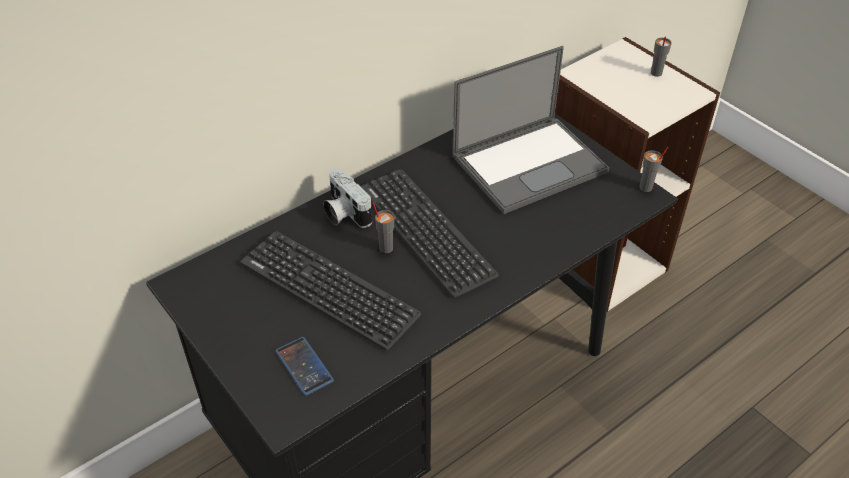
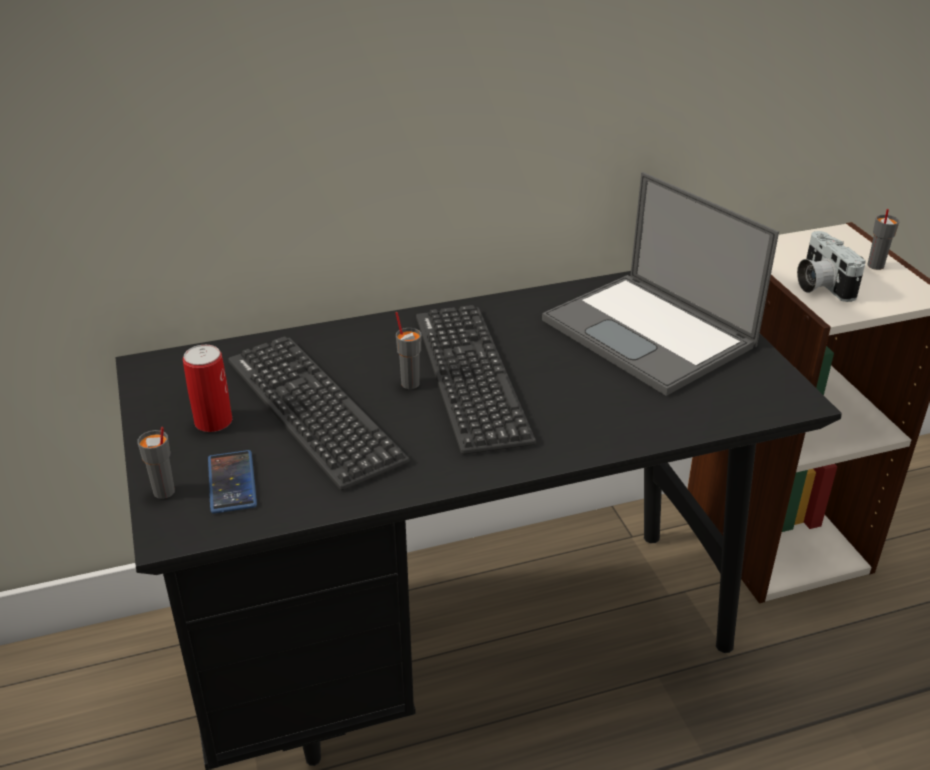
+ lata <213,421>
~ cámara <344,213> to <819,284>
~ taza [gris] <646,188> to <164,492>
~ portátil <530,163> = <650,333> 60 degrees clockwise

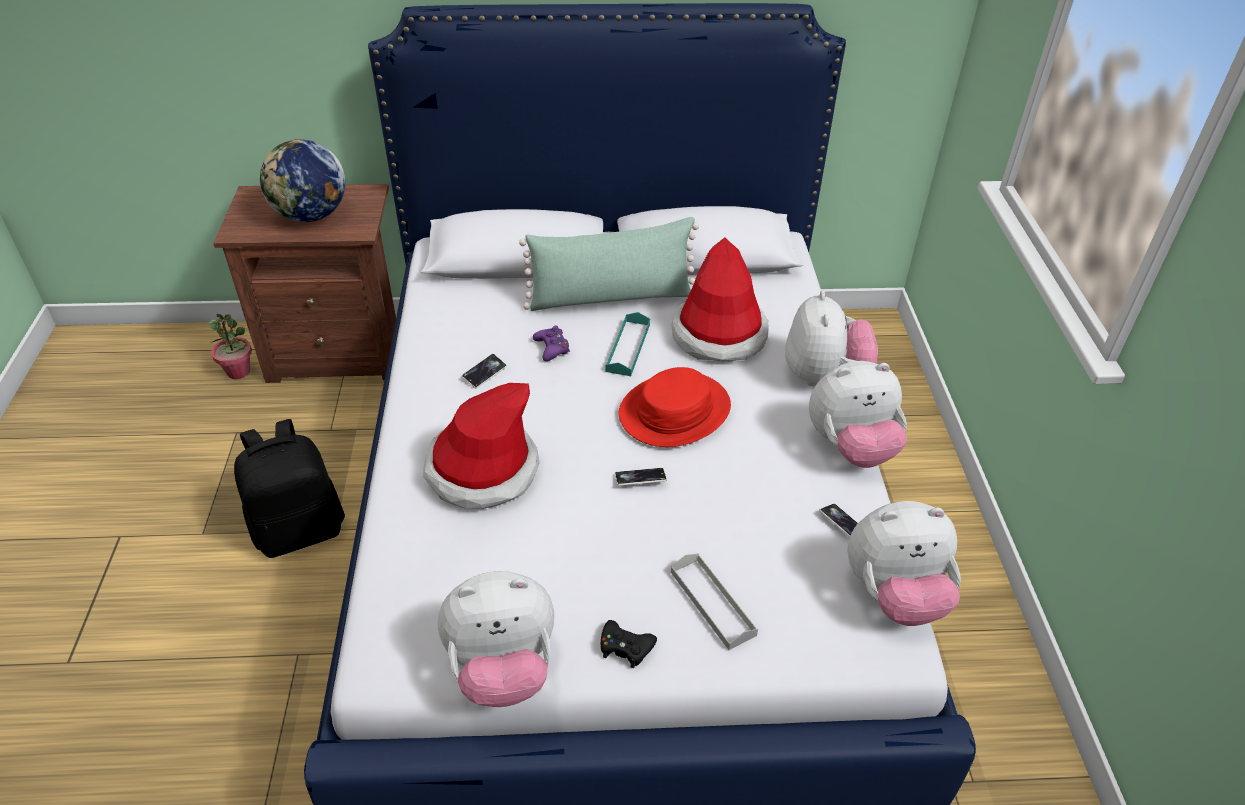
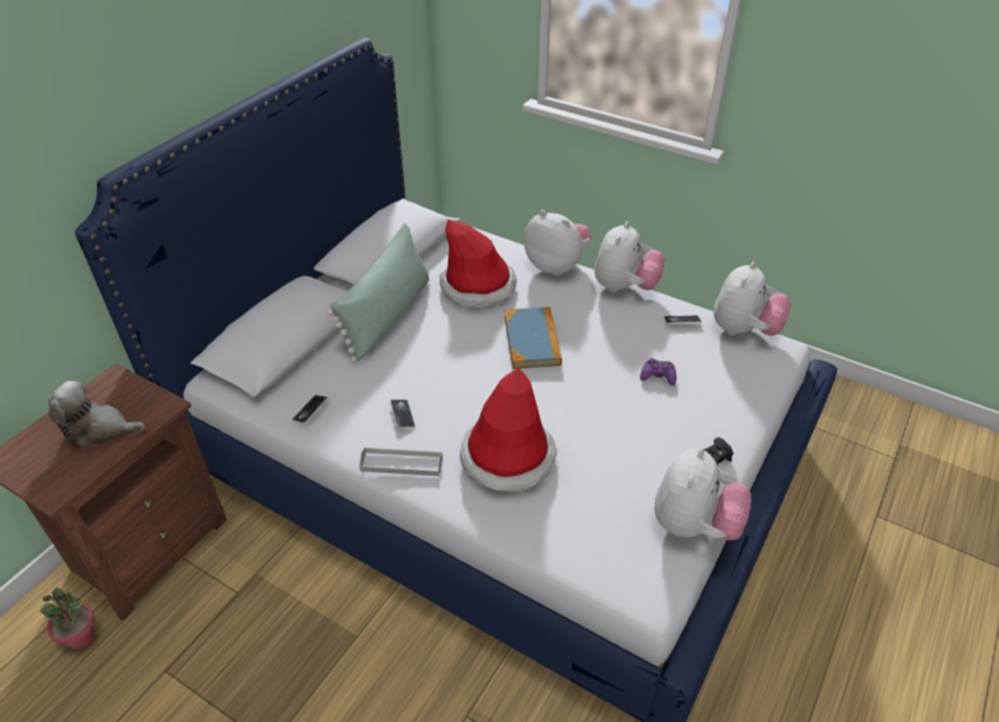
- mochila [negro] <300,529>
- bandeja [turquesa] <628,347>
~ mando de consola [morado] <552,348> to <658,376>
~ móvil <640,479> to <310,411>
~ bandeja [gris] <712,603> to <401,464>
~ globo terráqueo <311,216> to peluche <99,429>
~ sombrero [rojo] <675,411> to libro <532,340>

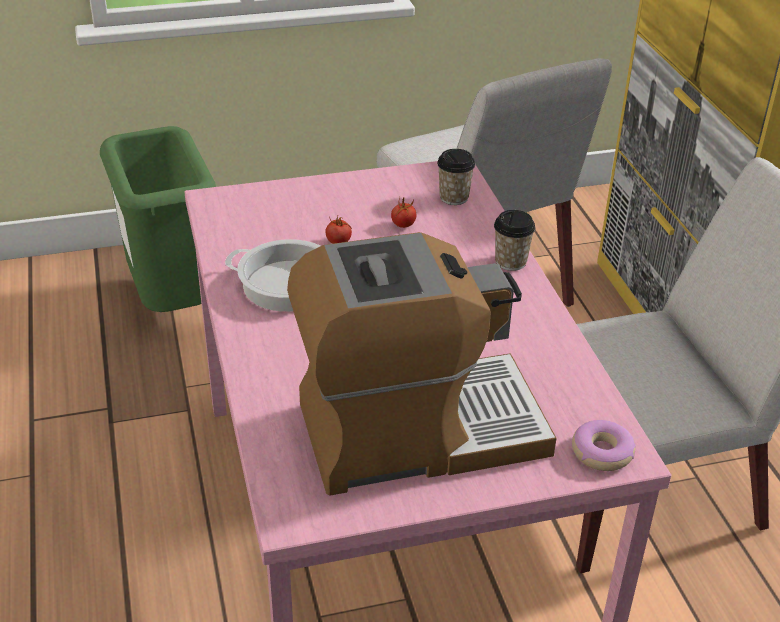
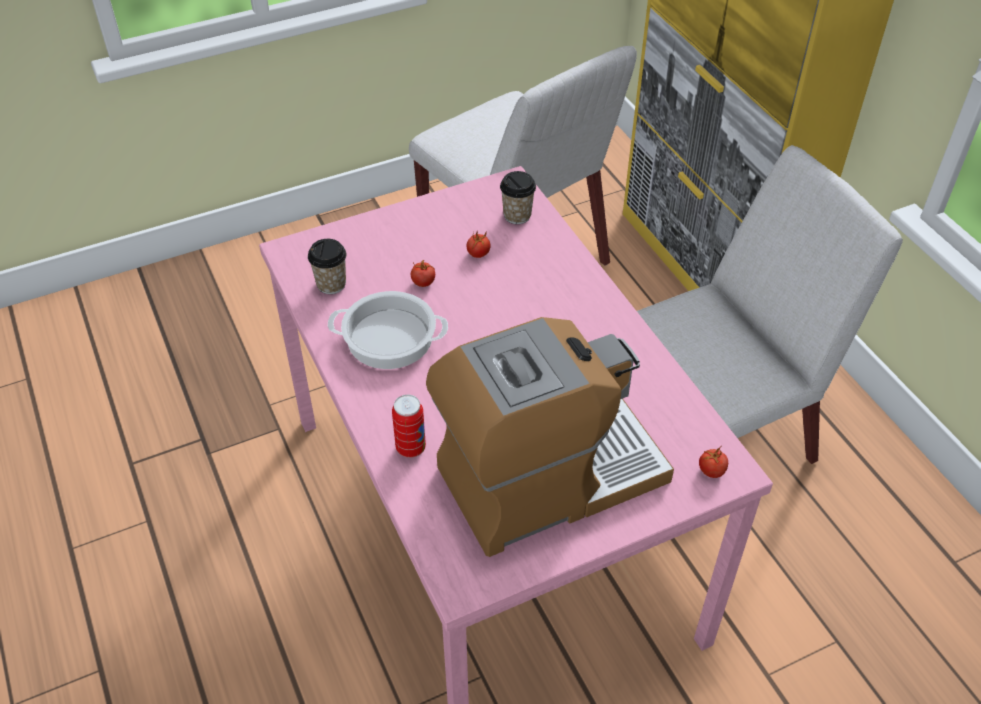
- papelera [verde] <172,305>
+ lata <410,448>
~ taza <510,262> to <331,284>
~ rosquilla <602,452> to tomate <711,471>

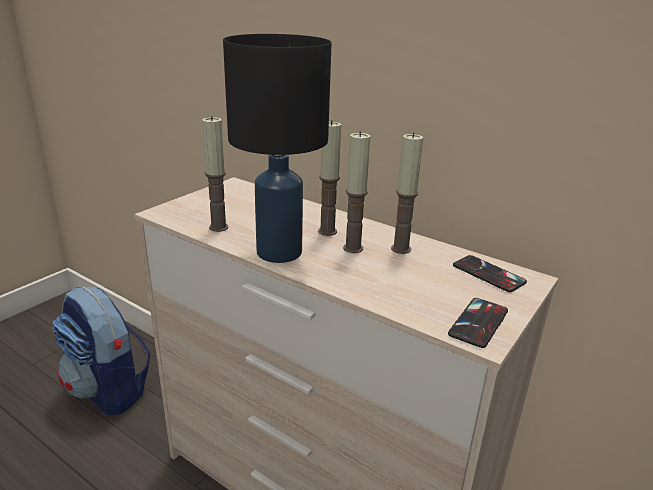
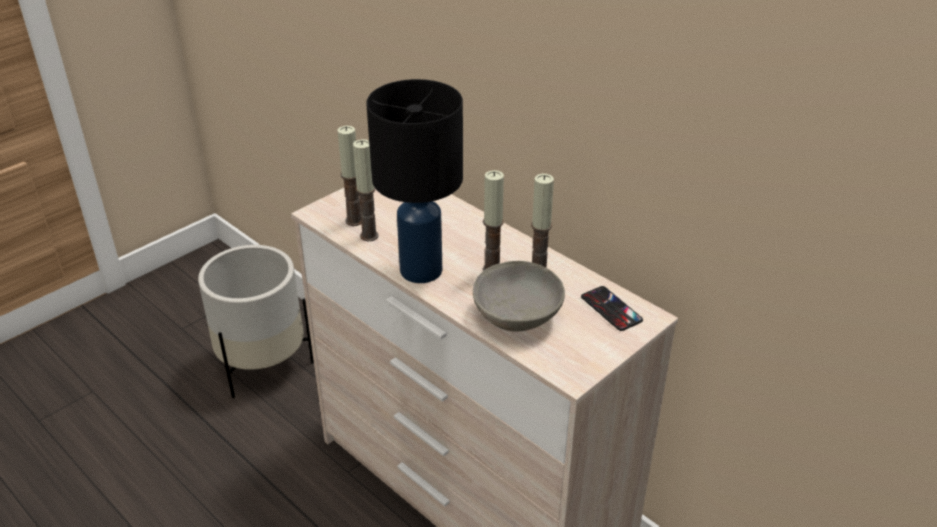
- móvil <478,322>
+ cuenco [gris] <518,316>
~ vela <327,231> to <354,221>
~ mochila <109,390> to maceta [blanco] <263,365>

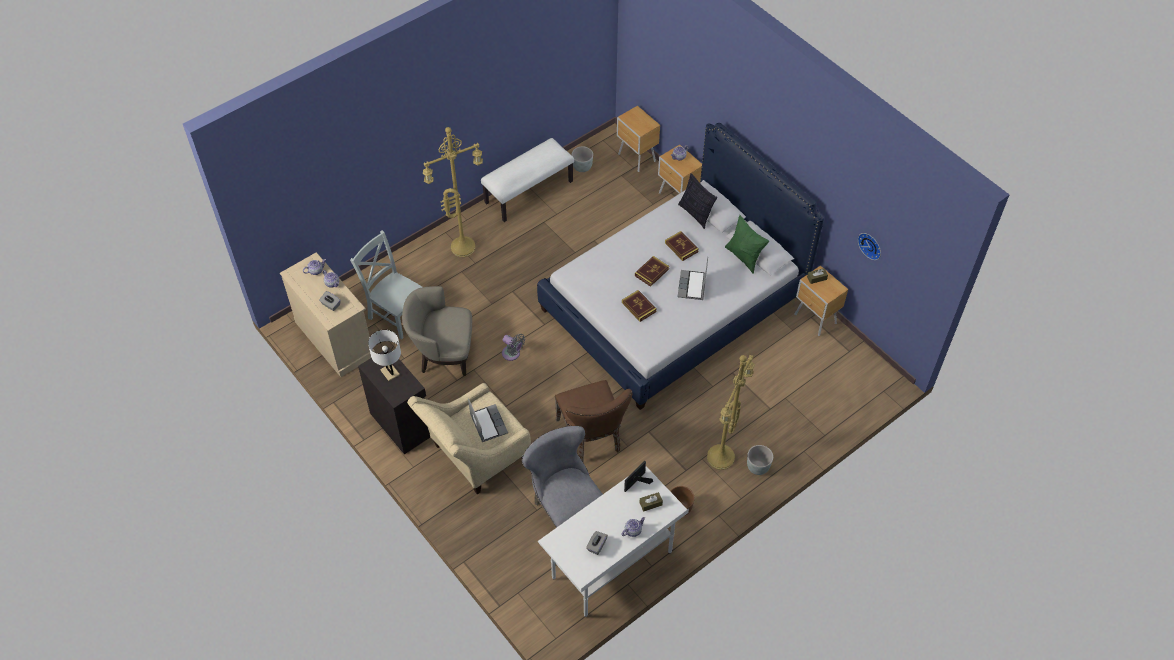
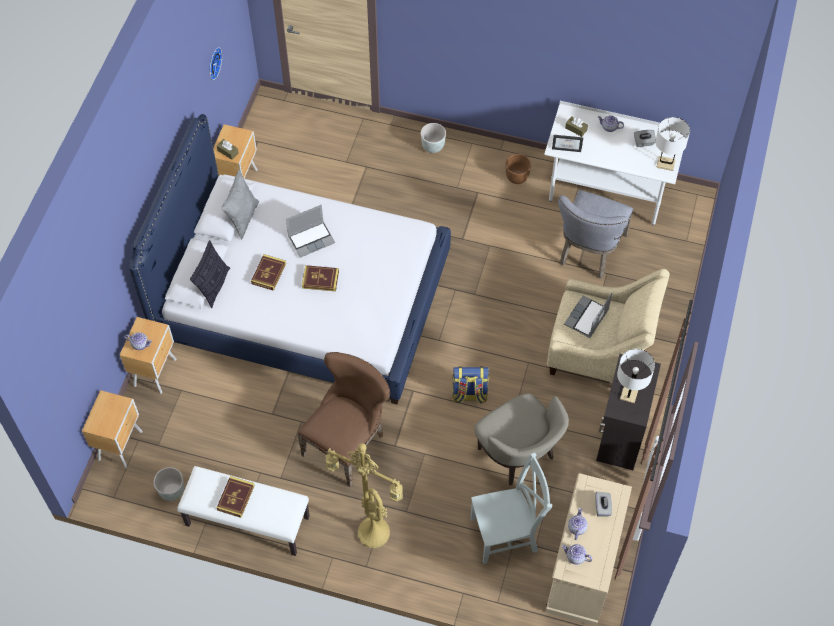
- lámpara de pie [amarillo] <722,459>
+ lámpara de mesa [blanco] <665,164>
~ silla [marrón] <592,438> to <348,442>
~ libro <639,307> to <235,498>
~ ventilador [gris] <512,354> to mochila <469,395>
~ cojín [verde] <744,257> to cojín [gris] <243,218>
~ silla [gris] <396,314> = <507,534> 105 degrees counterclockwise

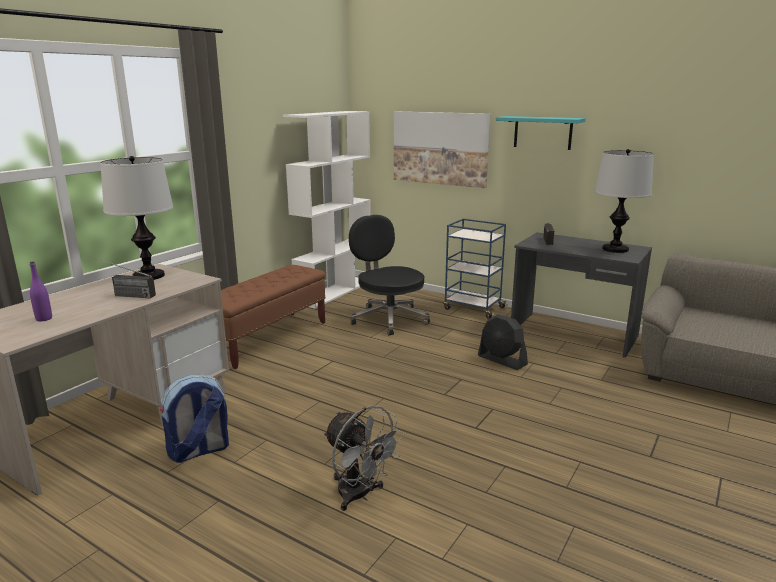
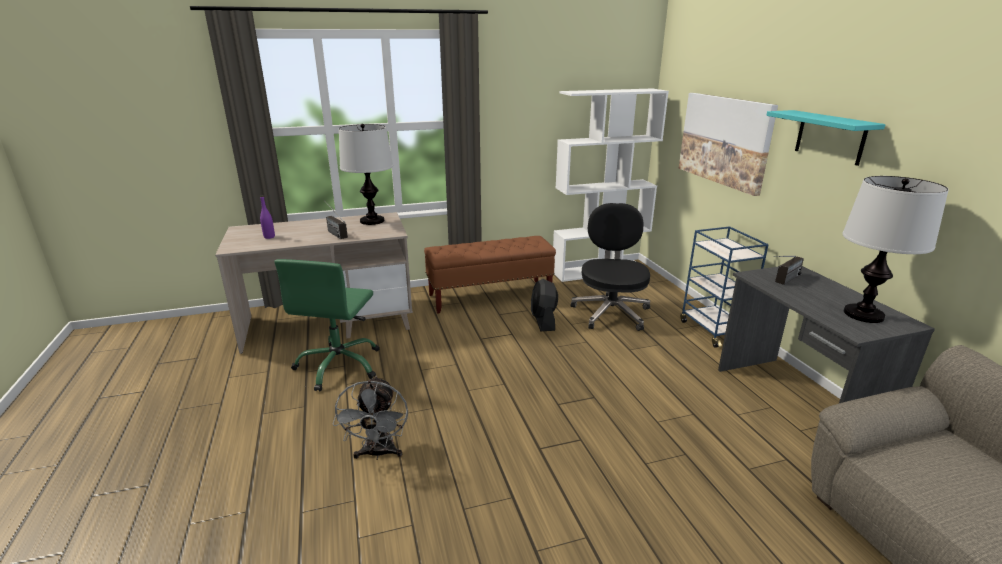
~ ventilador [negro] <502,360> to <543,321>
~ mochila <199,451> to silla de oficina [verde] <339,366>

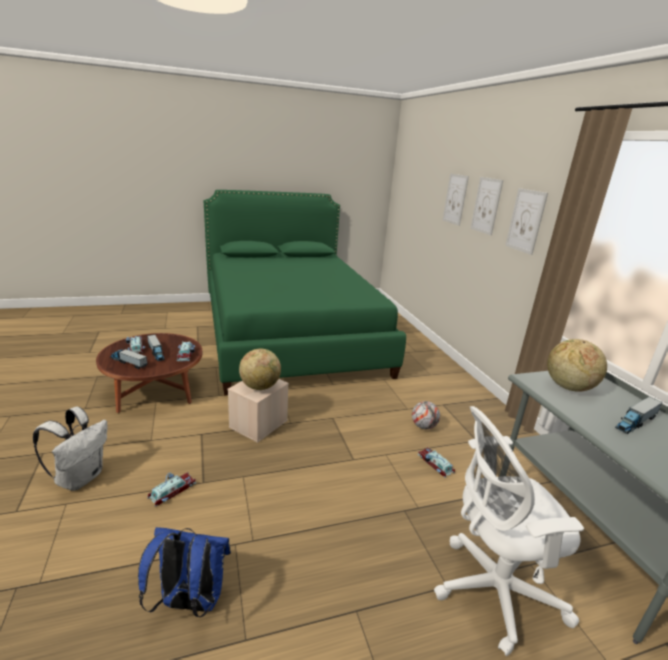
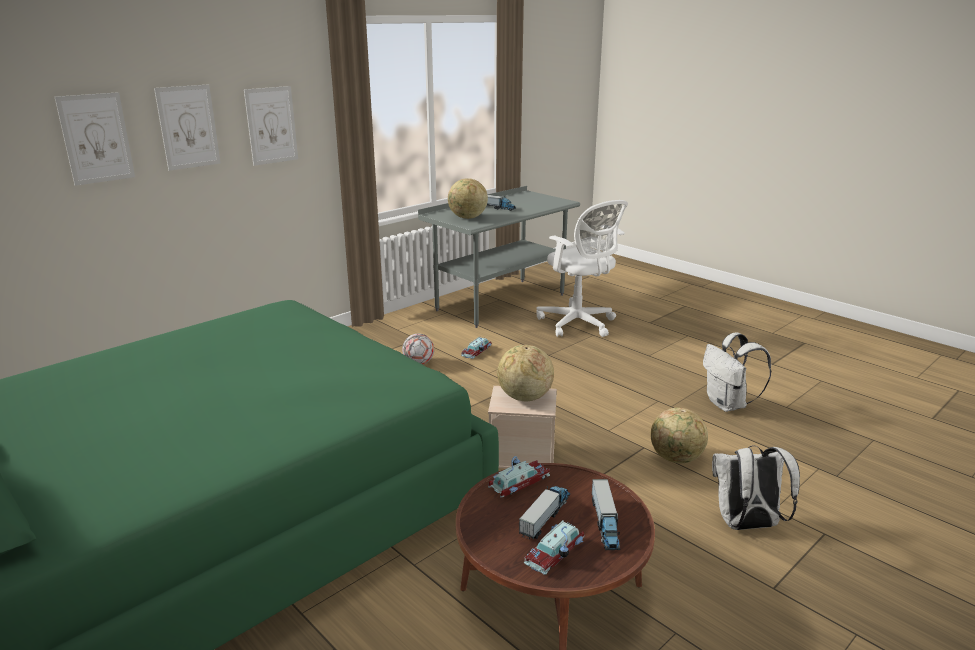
~ coche de juguete <171,491> to globo terráqueo <676,459>
~ mochila [azul] <189,602> to mochila [blanco] <728,405>

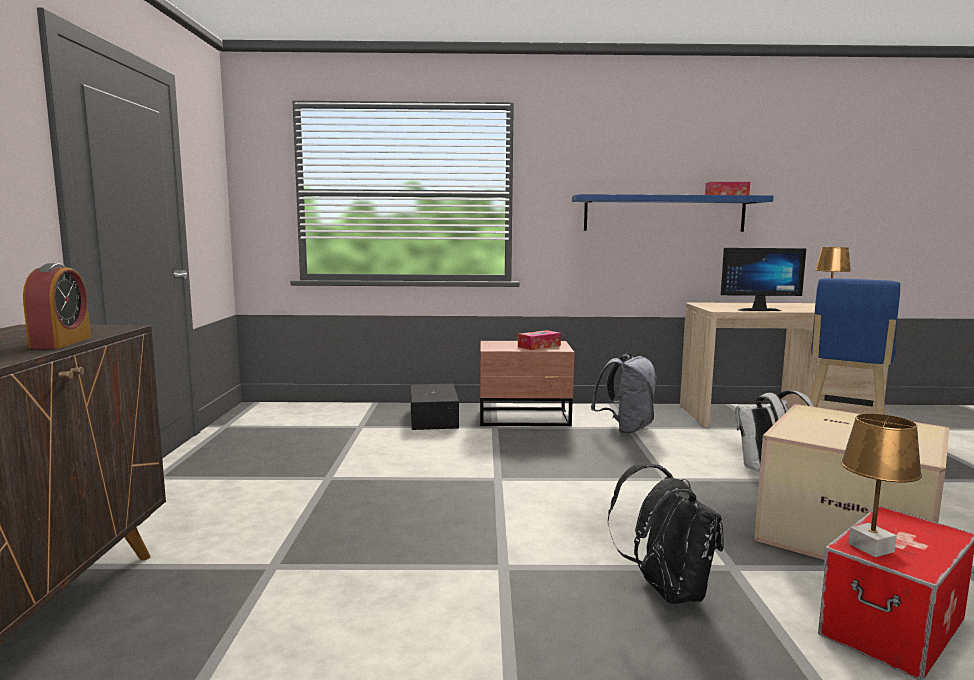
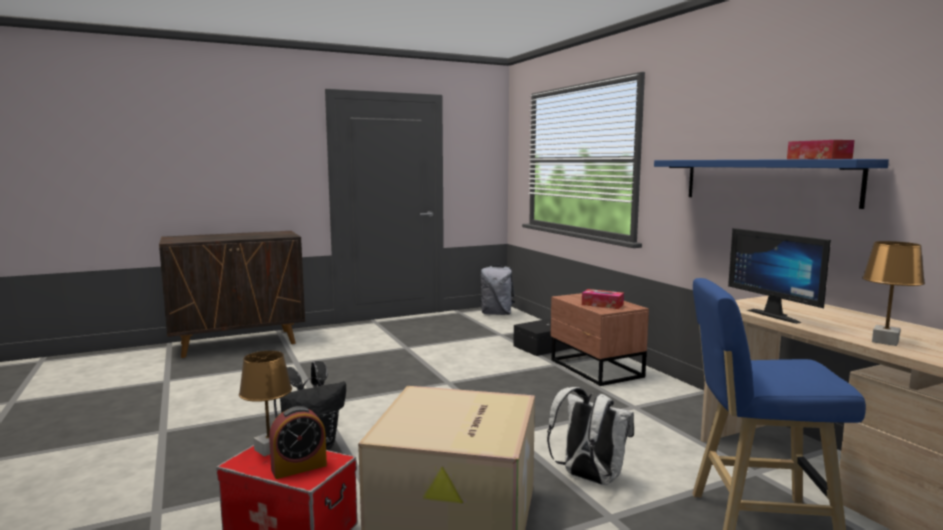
~ despertador <61,343> to <299,467>
~ mochila [gris] <626,429> to <497,314>

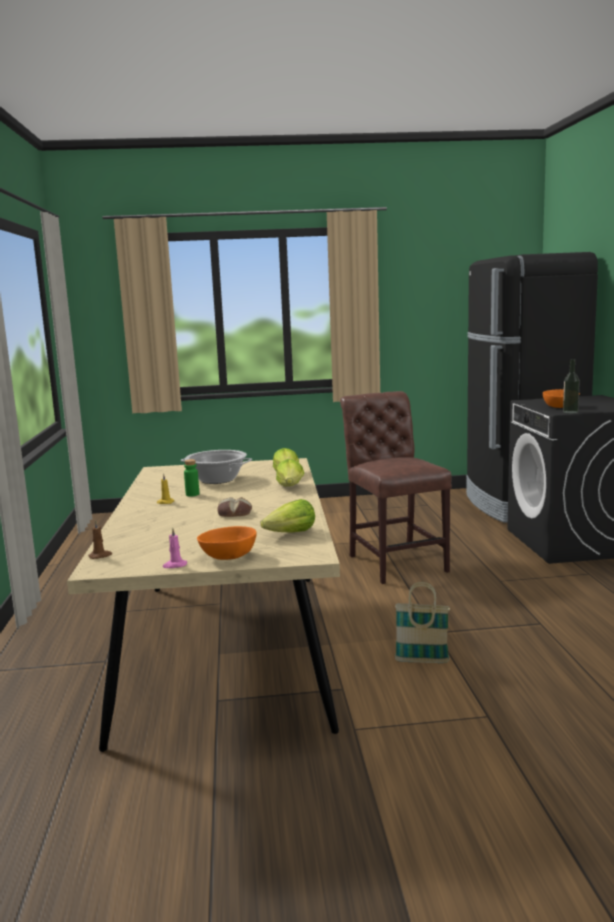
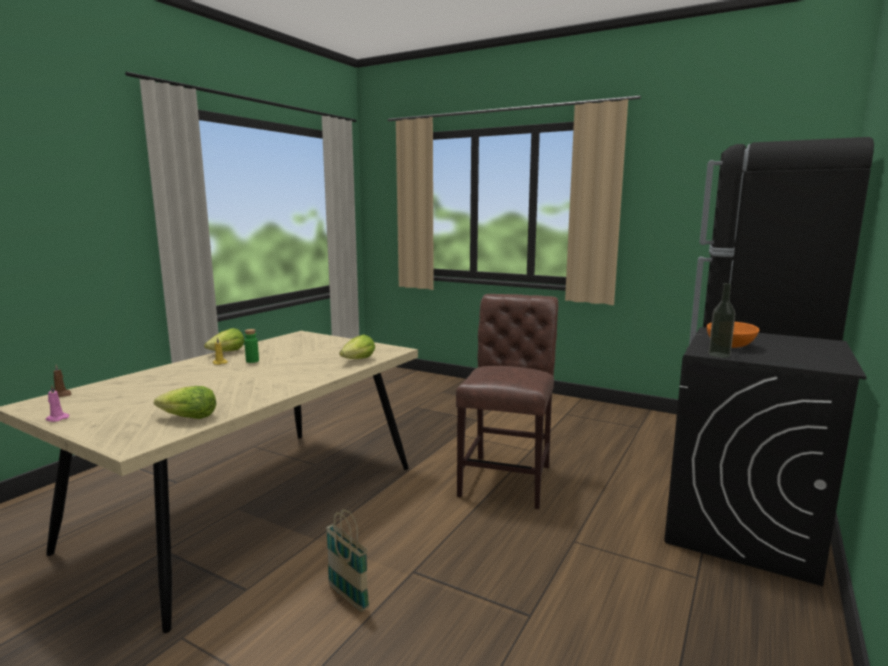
- olla <217,480>
- cuenco [naranja] <229,557>
- pan <234,513>
~ lechuga <290,487> to <227,352>

